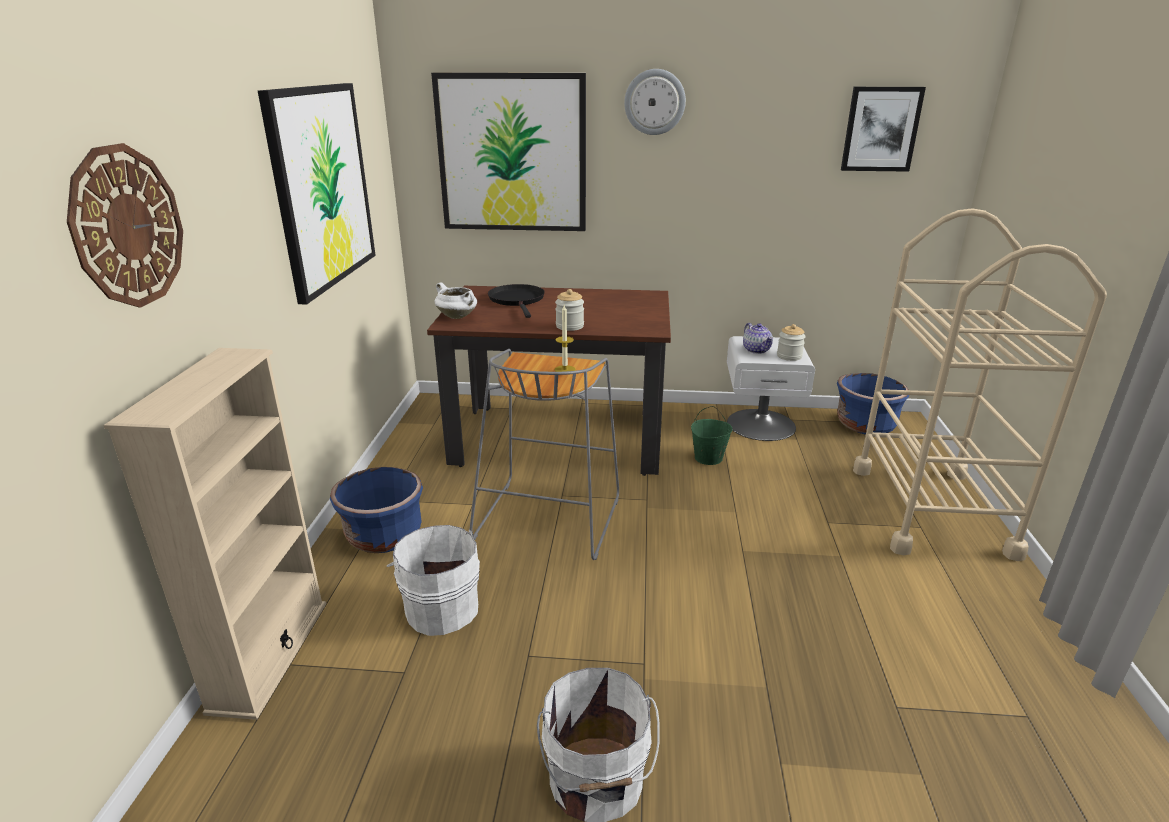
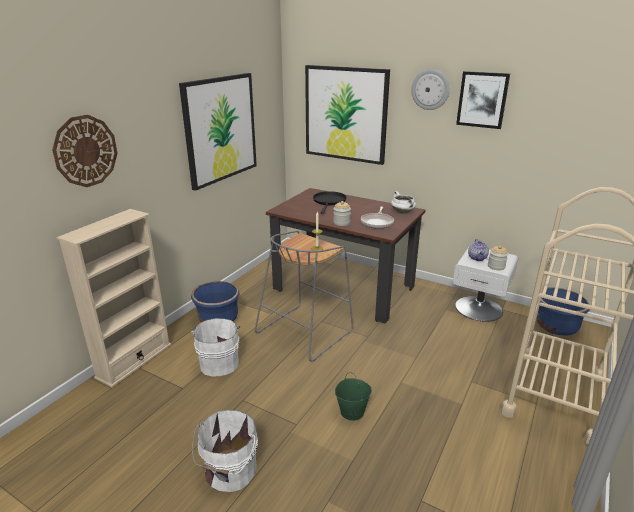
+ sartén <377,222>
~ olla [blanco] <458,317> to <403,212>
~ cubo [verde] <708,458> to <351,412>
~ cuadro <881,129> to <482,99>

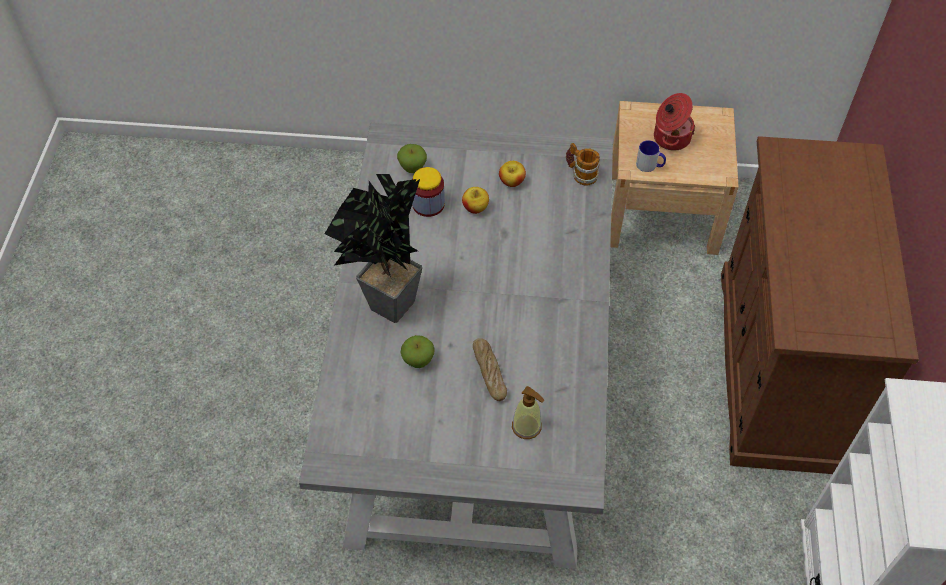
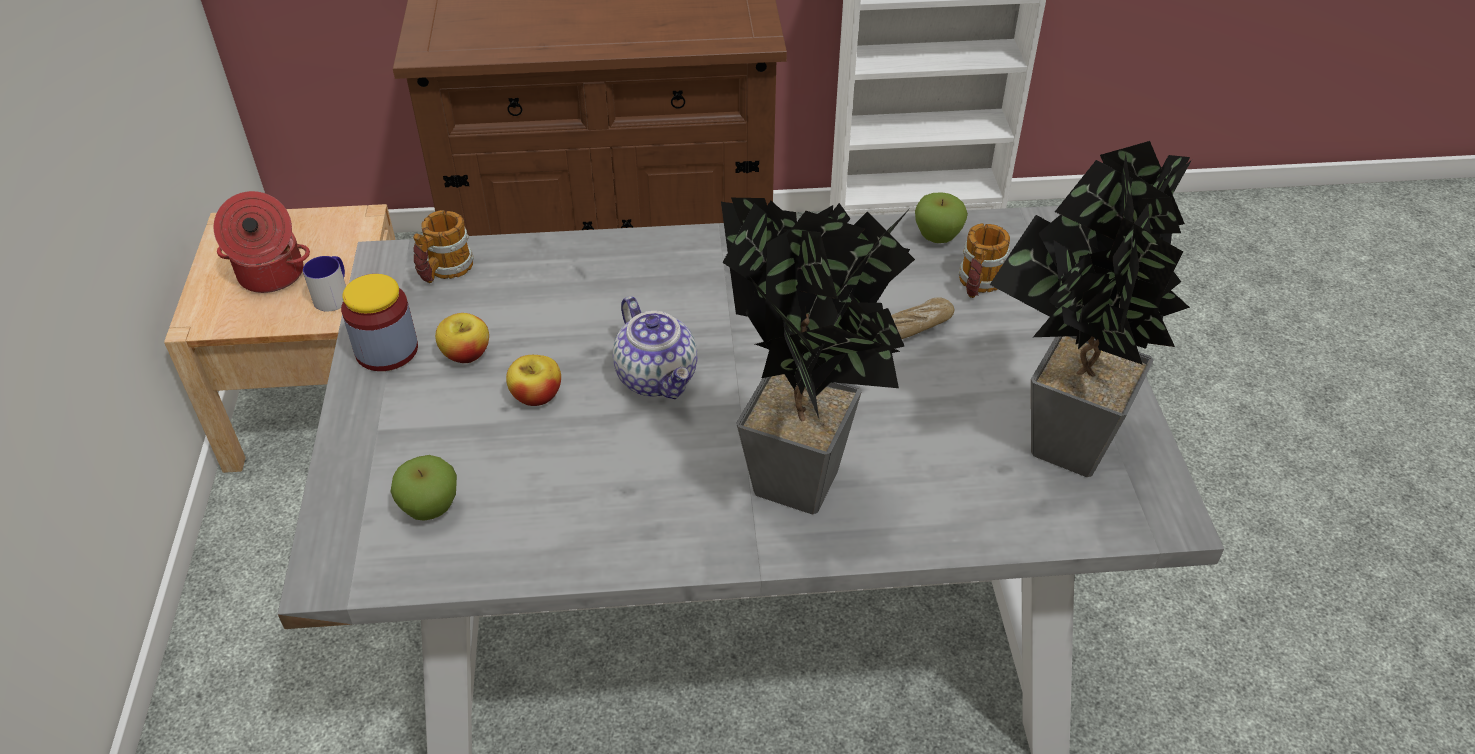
+ tetera <658,378>
+ planta en maceta <1058,451>
~ manzana <418,361> to <937,237>
~ tarro <428,204> to <387,350>
~ dispensador de jabón <526,426> to taza grande <978,285>

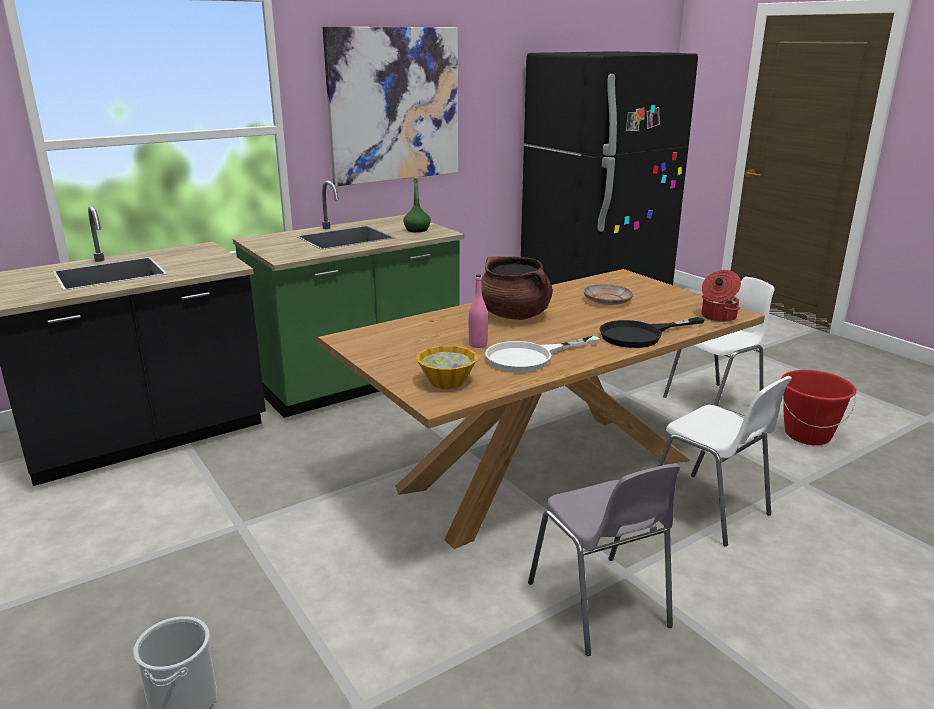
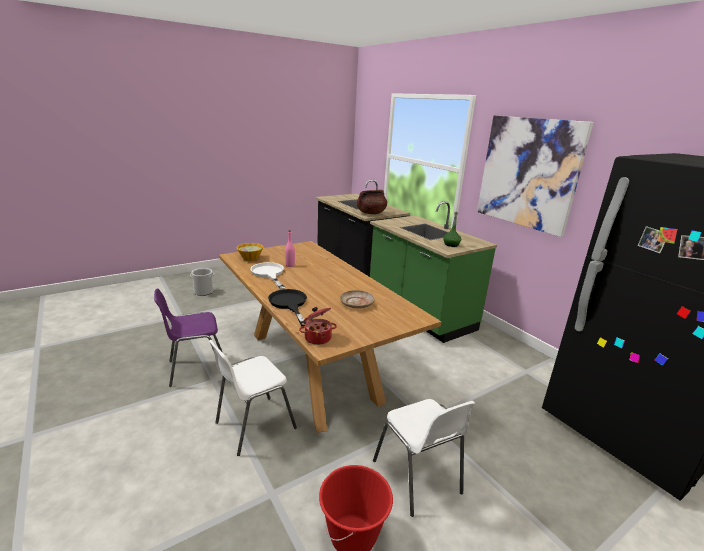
~ olla [marrón] <514,315> to <371,213>
~ silla [gris] <600,606> to silla [morado] <195,368>

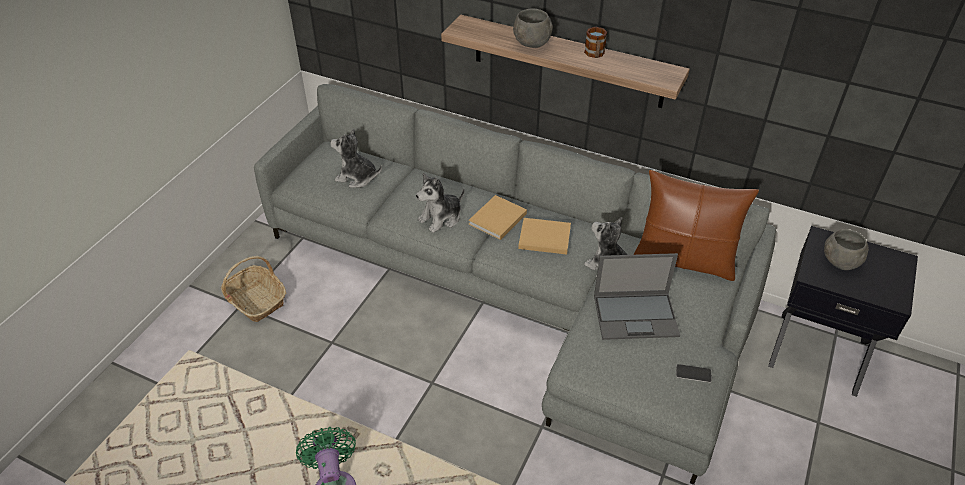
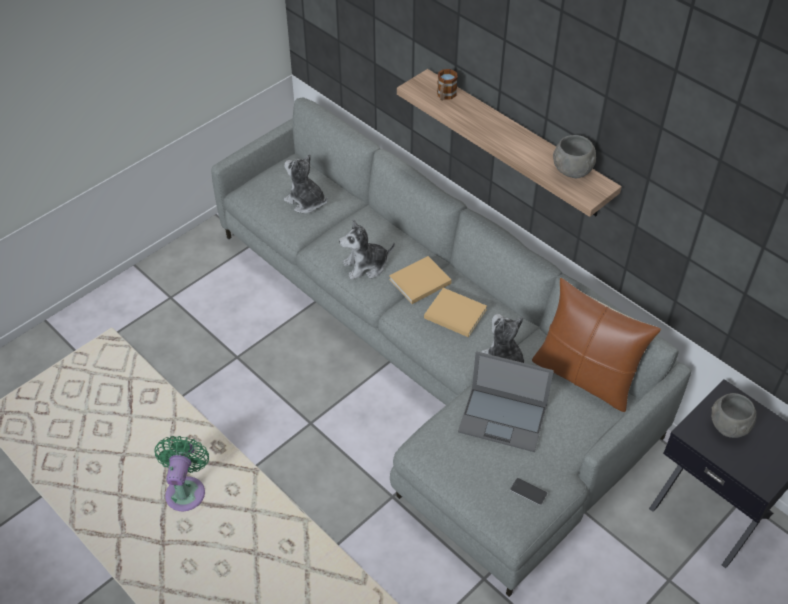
- cesta <256,300>
~ cuenco [gris] <531,44> to <571,171>
~ taza grande <595,55> to <445,96>

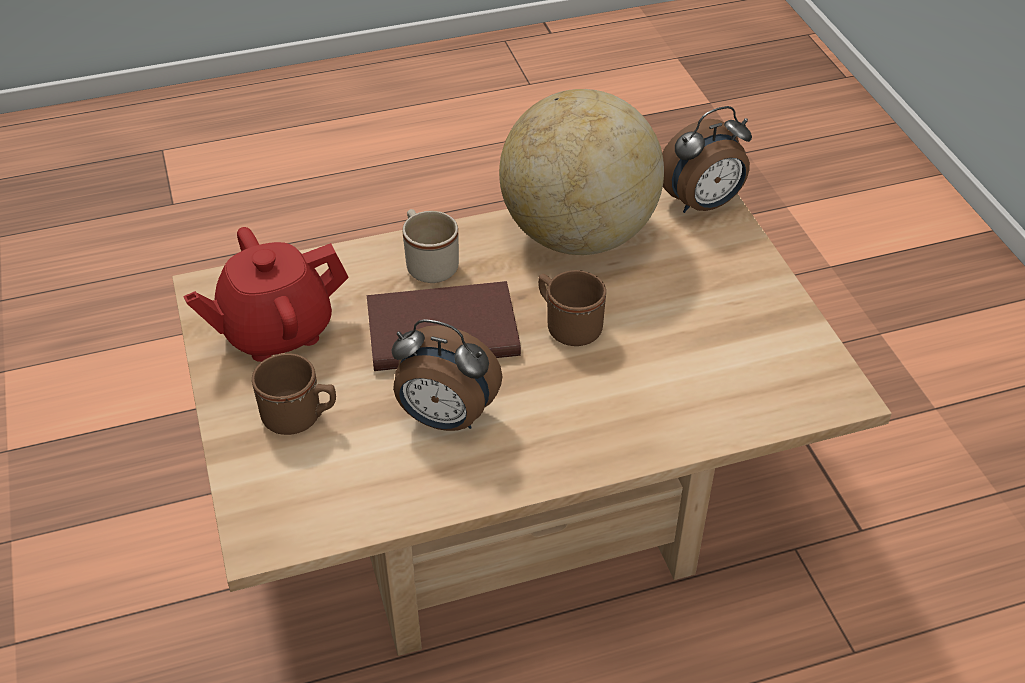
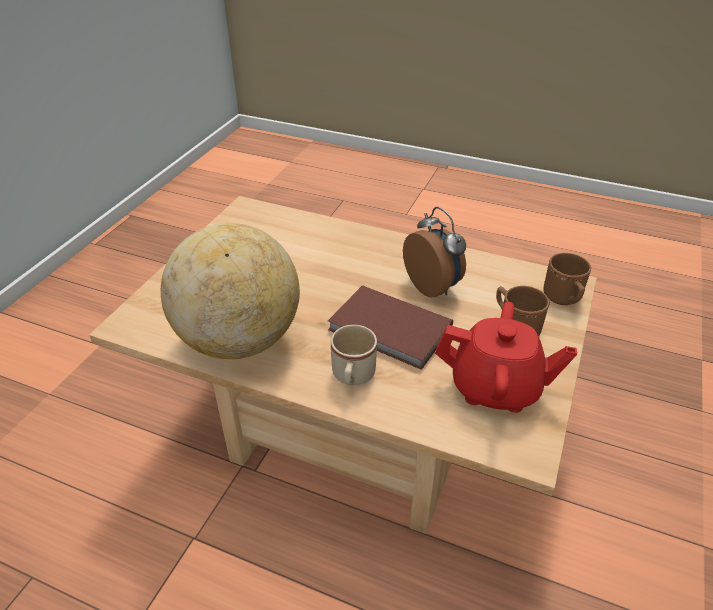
- despertador <702,204>
~ taza grande [marrón] <567,326> to <564,299>

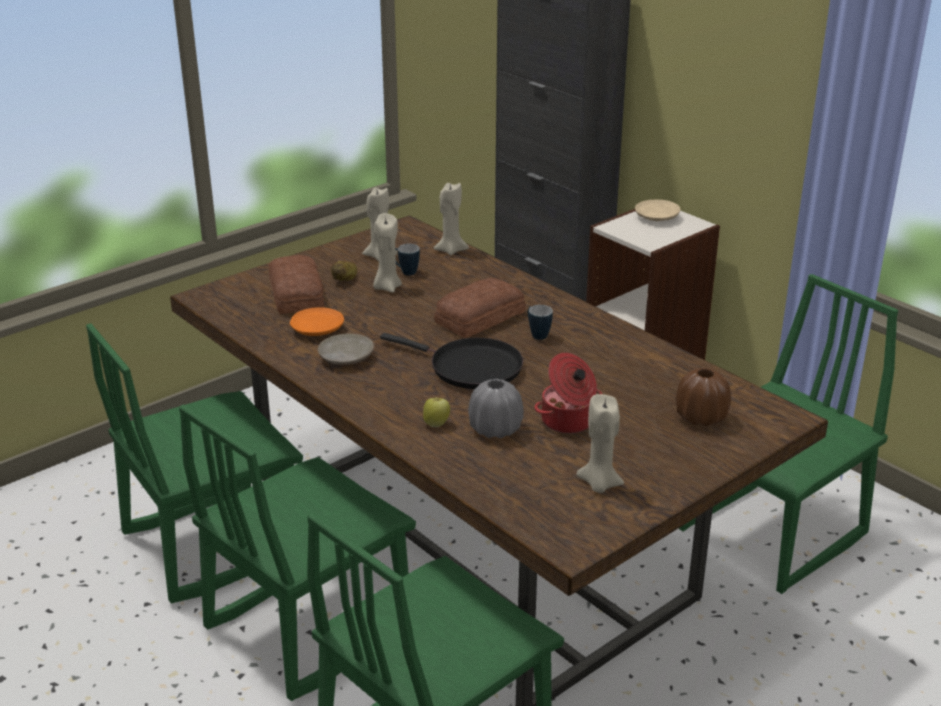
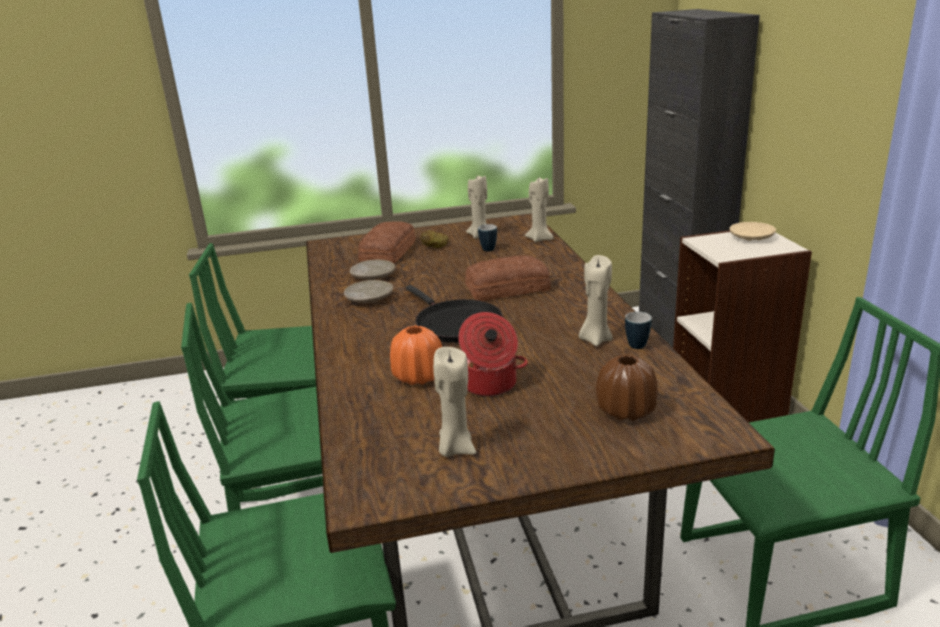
- manzana <436,424>
~ vela [beis] <387,287> to <595,339>
~ taza grande <537,335> to <635,343>
~ plato [naranja] <317,329> to plato [beis] <373,276>
~ florero [gris] <495,429> to florero [naranja] <418,376>

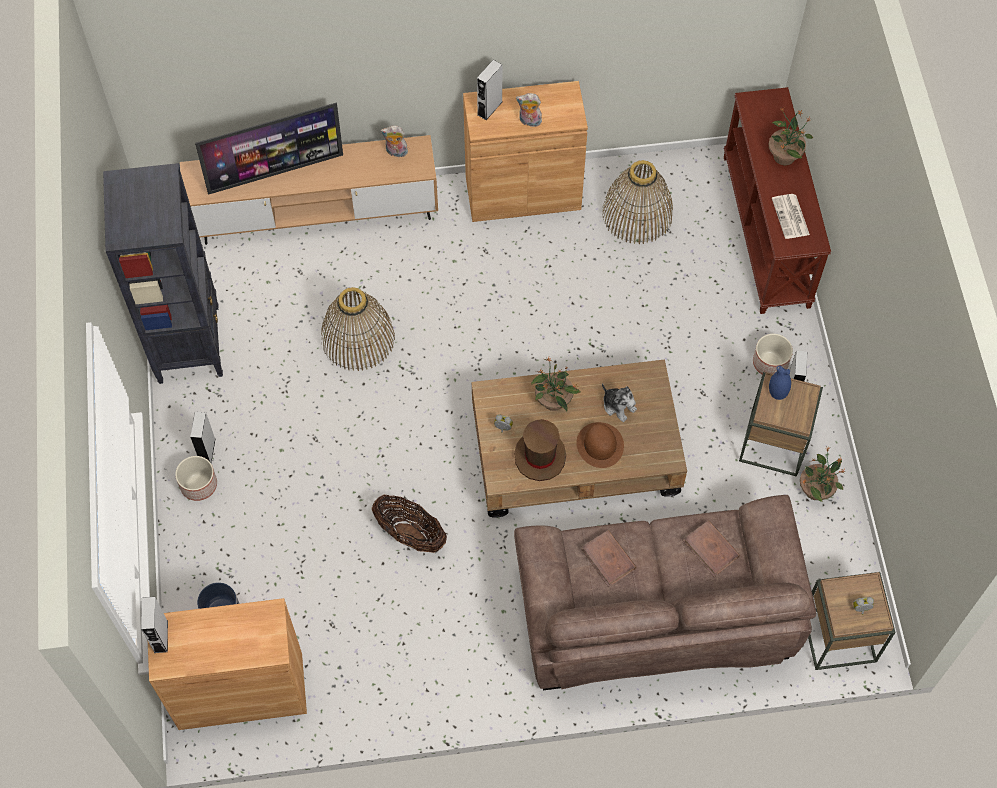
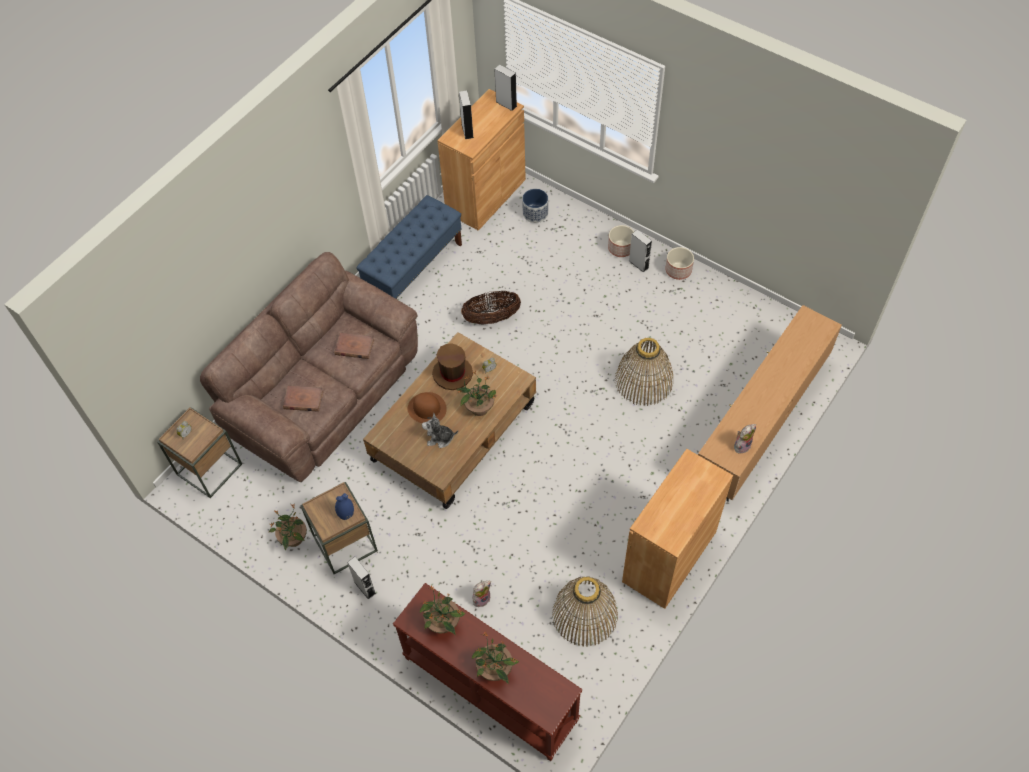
- estantería [negro] <189,343>
- televisor <275,172>
+ banco [azul] <414,270>
~ altavoz [gris] <489,108> to <467,131>
~ peluche <529,122> to <481,598>
~ maceta <770,363> to <678,270>
~ periódico <791,217> to planta en maceta <443,623>

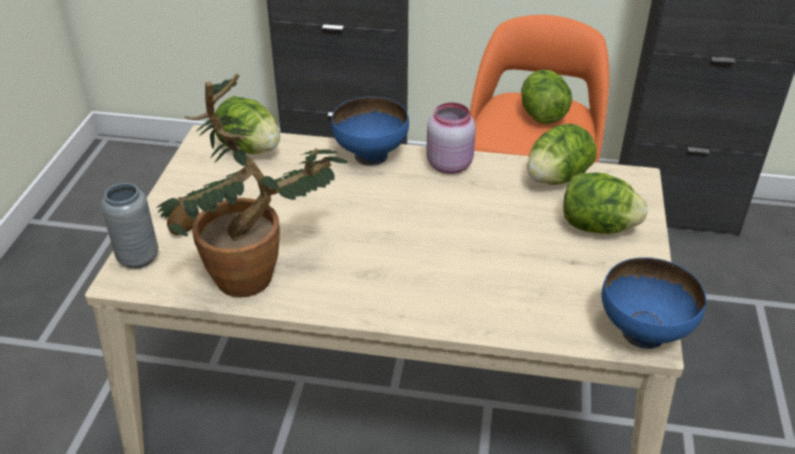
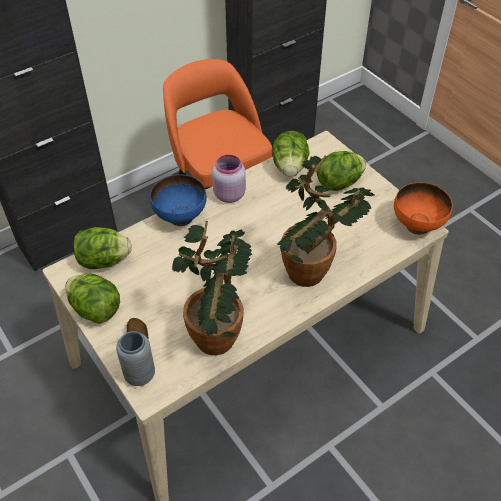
+ planta en maceta <314,270>
~ lechuga <542,115> to <95,309>
~ cuenco [azul] <644,332> to cuenco [naranja] <417,225>

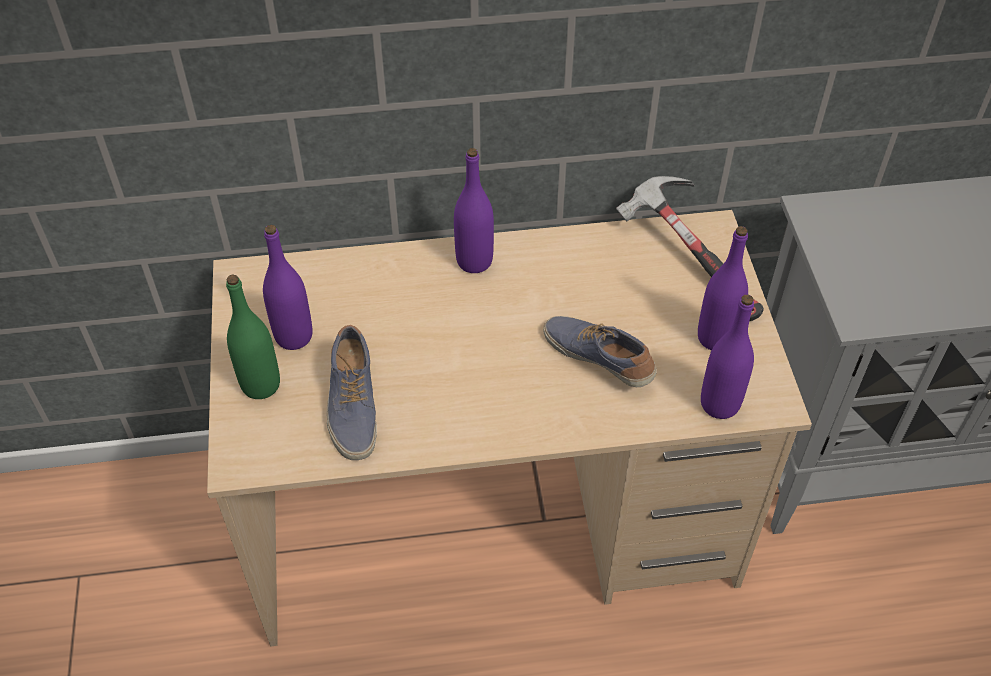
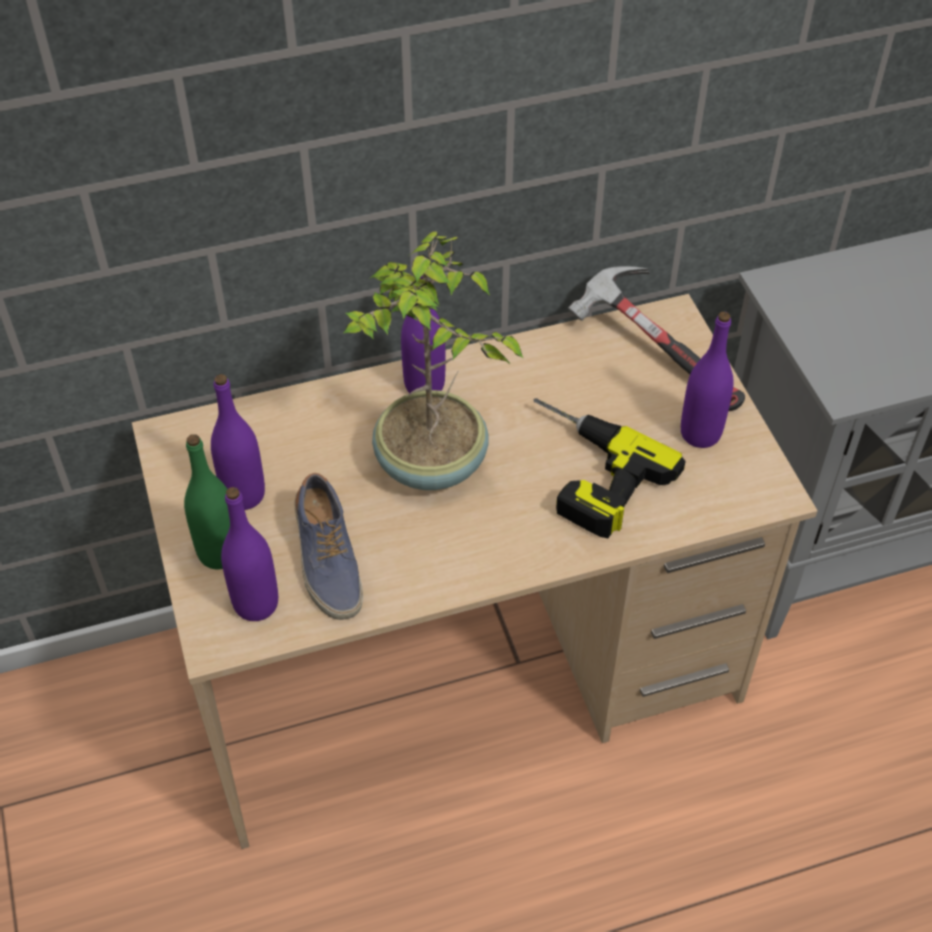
+ planta en maceta <430,465>
~ botella [morado] <719,404> to <256,604>
~ zapato <599,358> to taladro <582,472>

